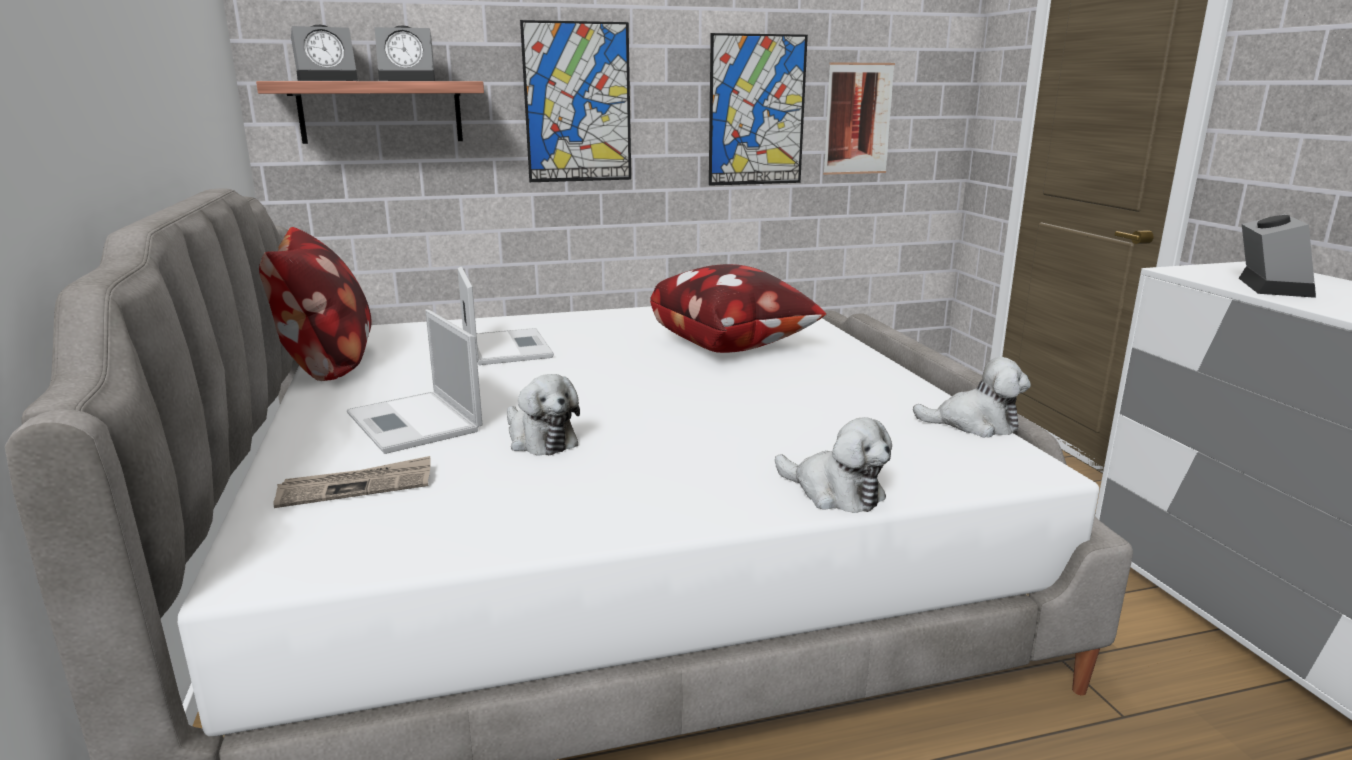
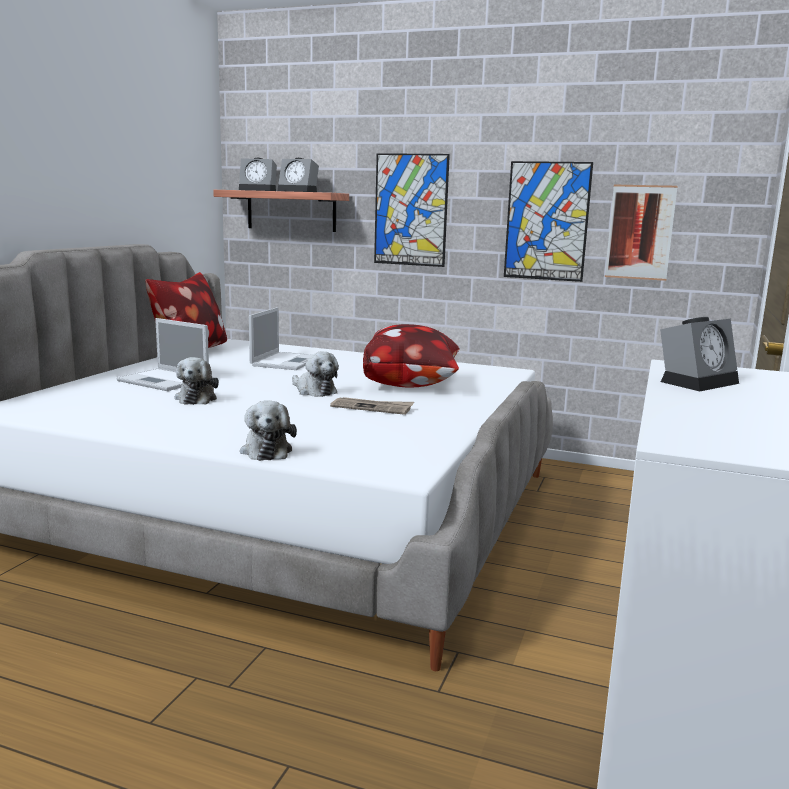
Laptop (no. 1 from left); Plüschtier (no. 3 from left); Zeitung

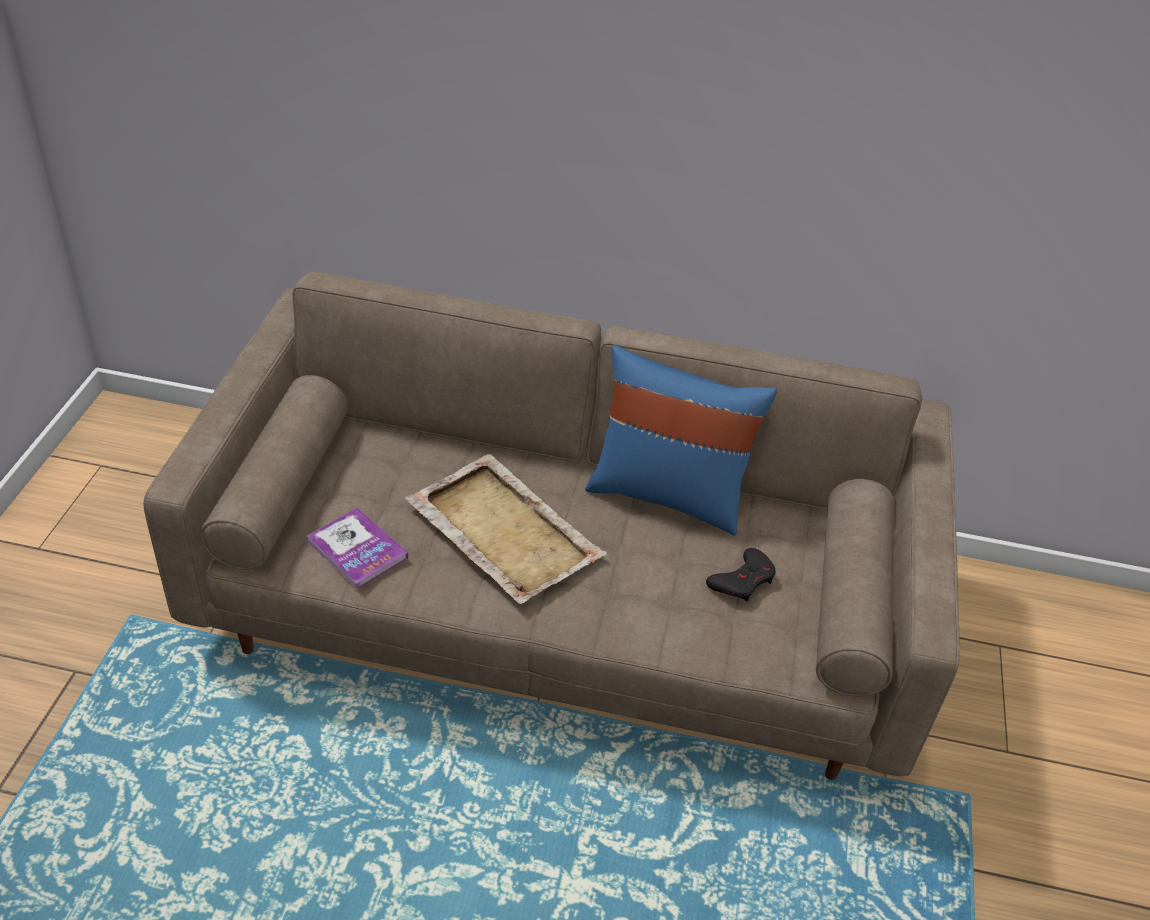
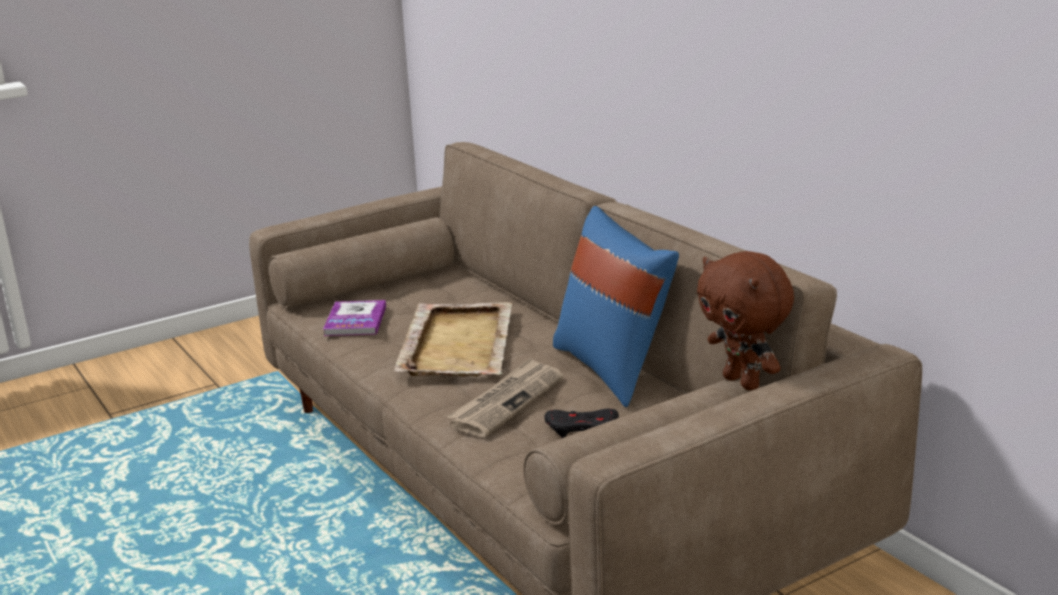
Zeitung; Plüschtier/braun

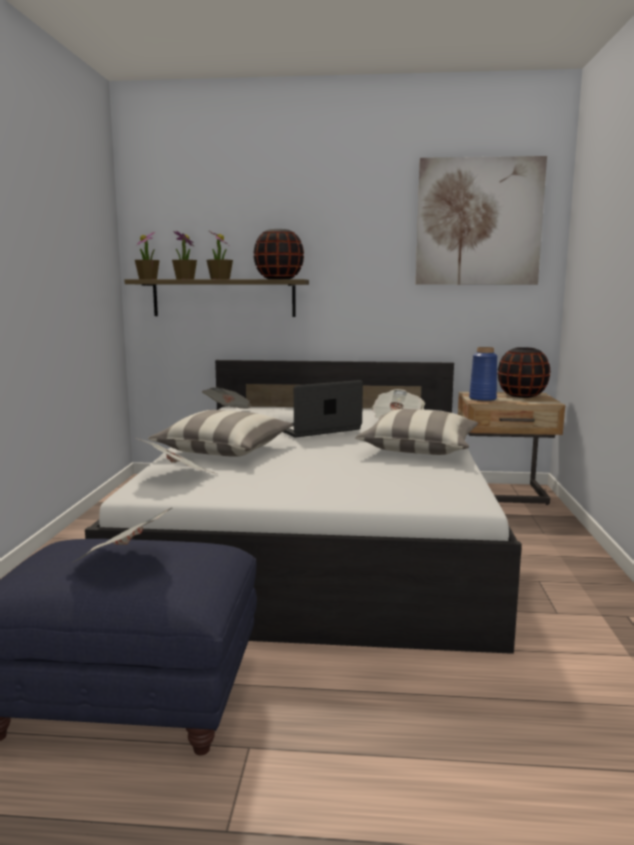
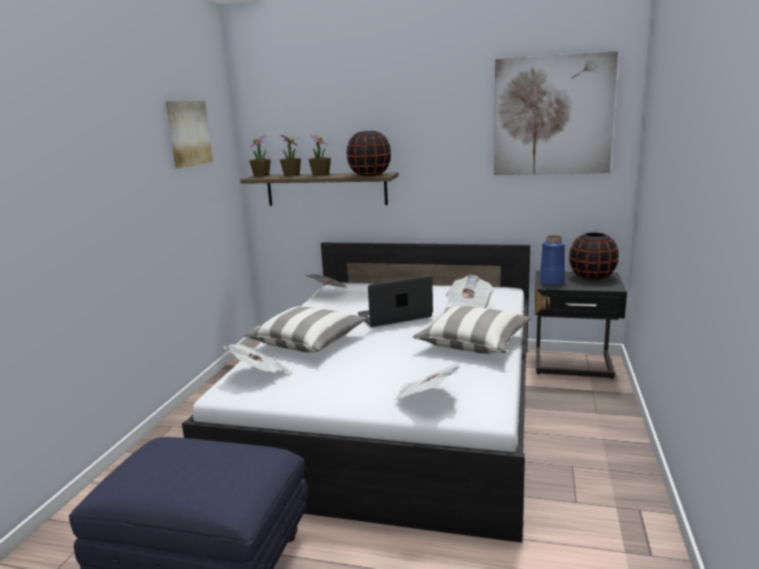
Bild (no. 1 from left); Zeitung (no. 3 from left); Nachttisch/schwarz

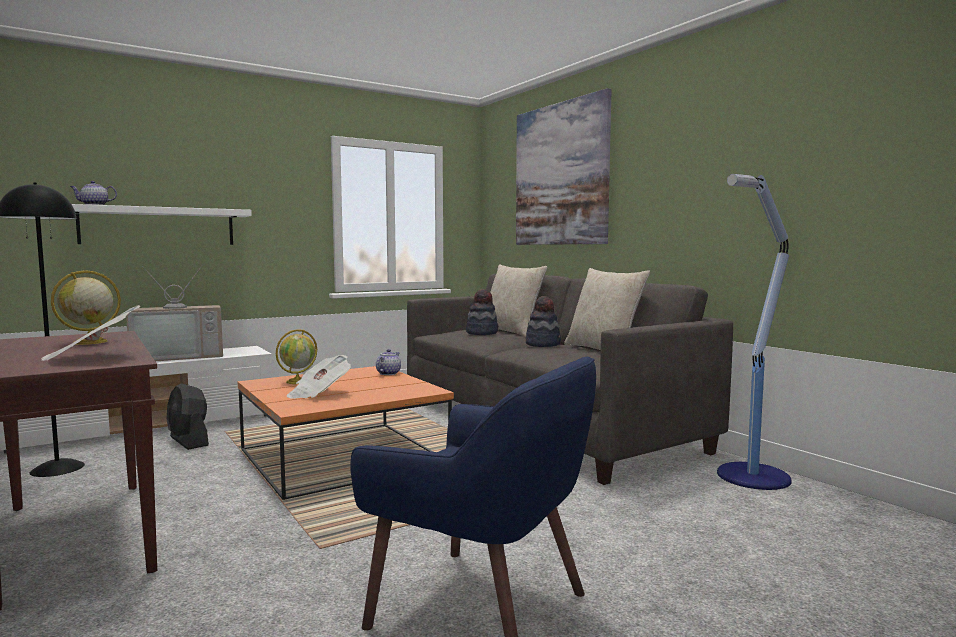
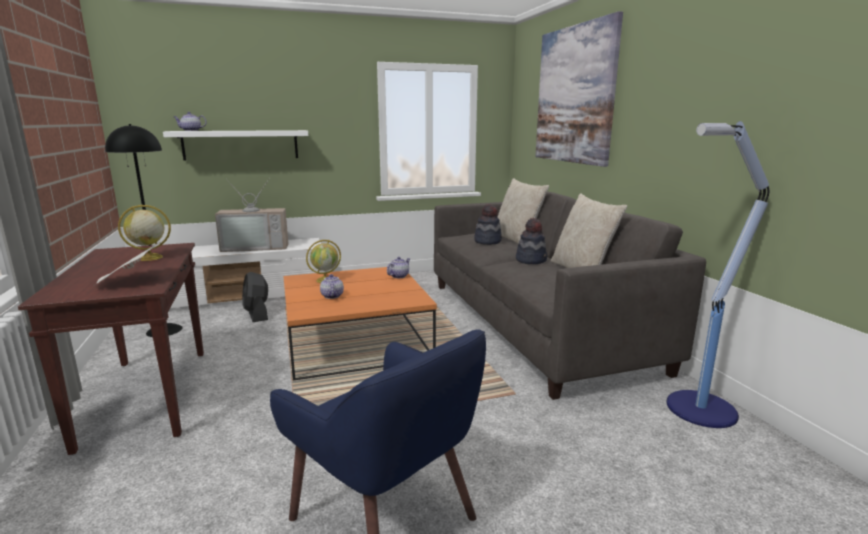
Teekanne (no. 2 from left)

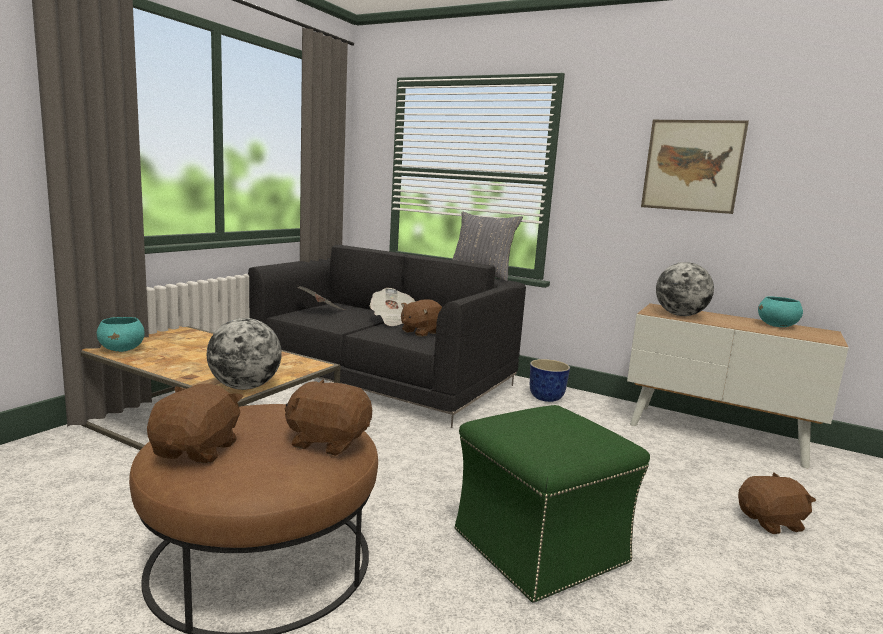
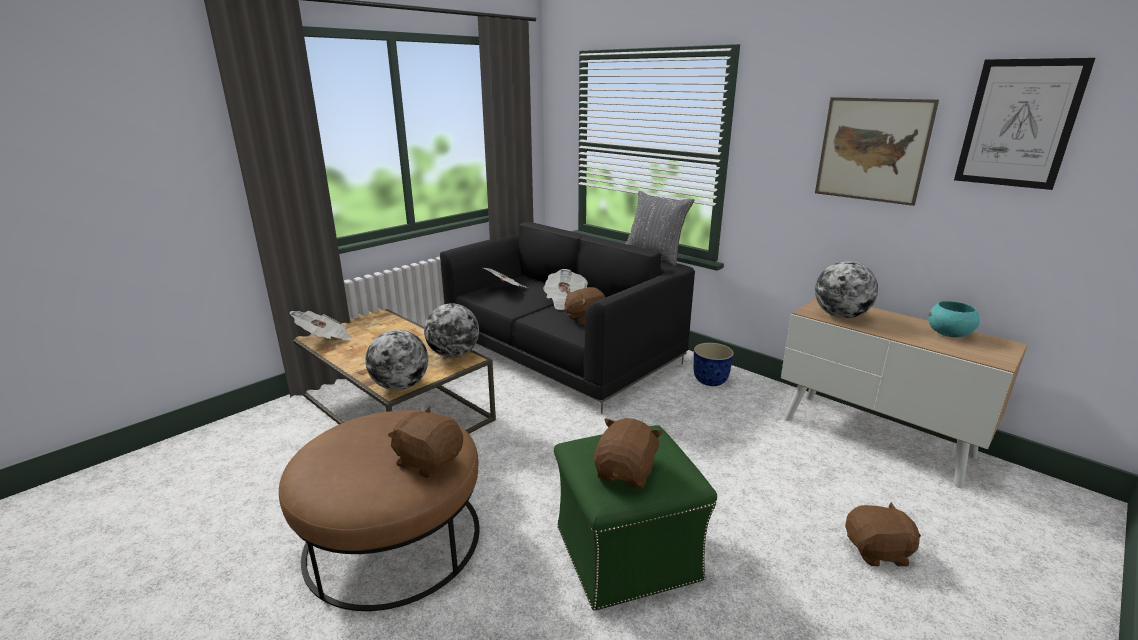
Zeitung (no. 1 from left); Globus (no. 2 from left); Plüschtier/braun (no. 3 from left); Bild (no. 2 from left)

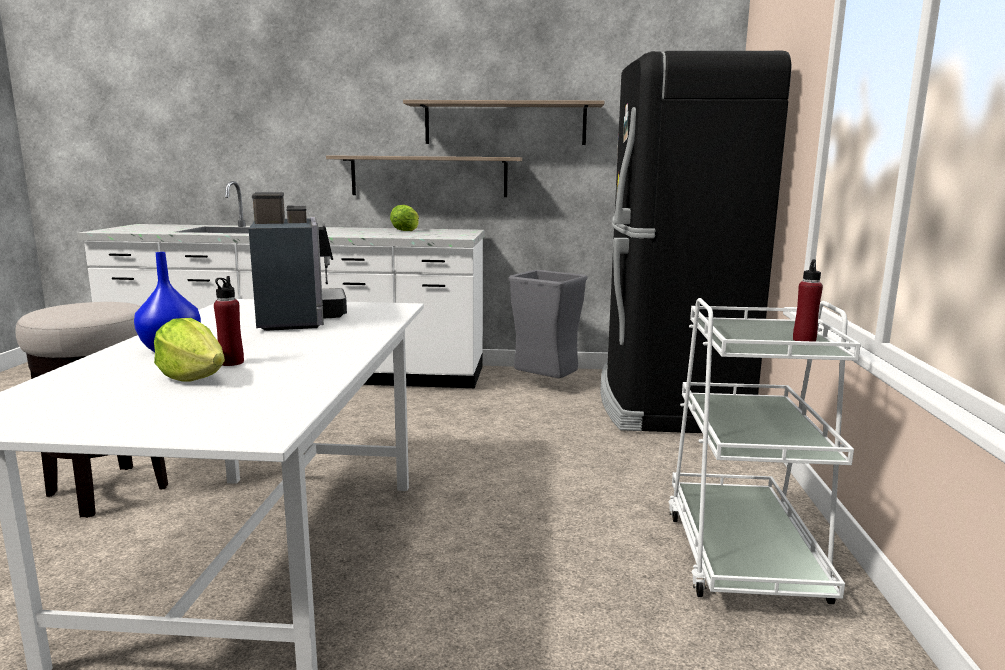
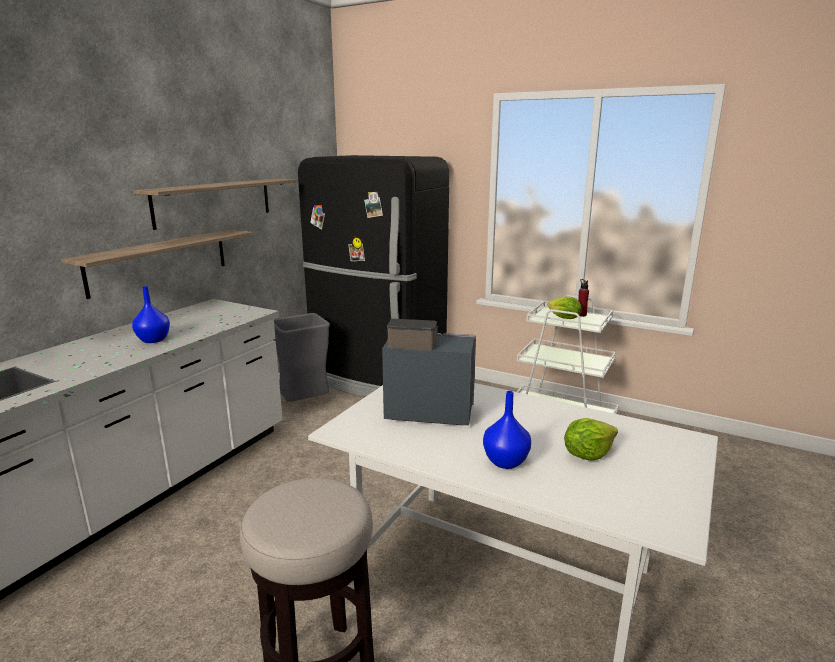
Vase/blau (no. 1 from left); Salatkopf (no. 1 from left); Flasche/rot (no. 1 from left in the first image)

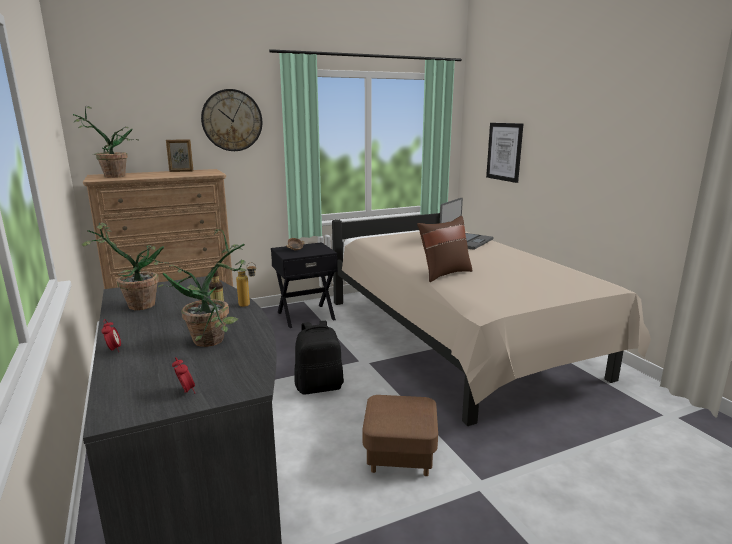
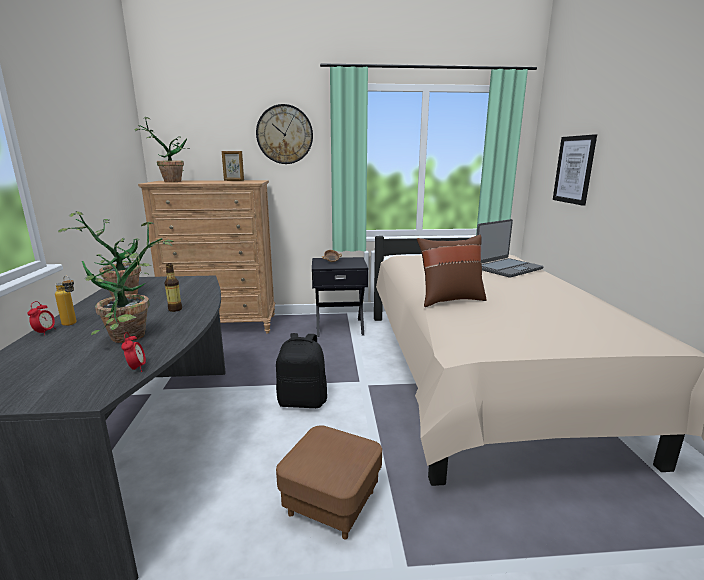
Flasche (no. 1 from left); Wecker (no. 2 from left)

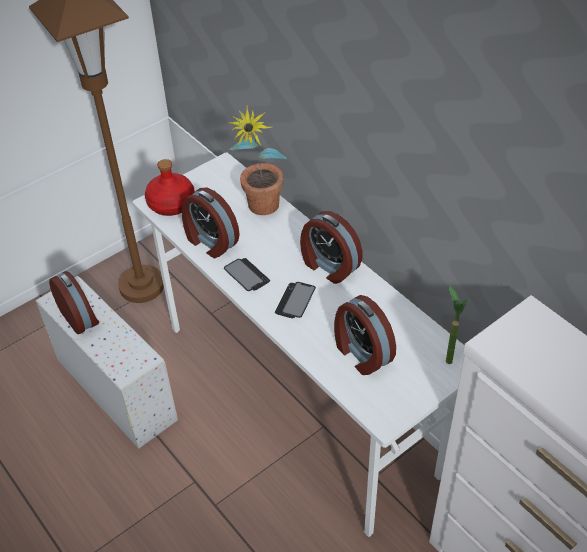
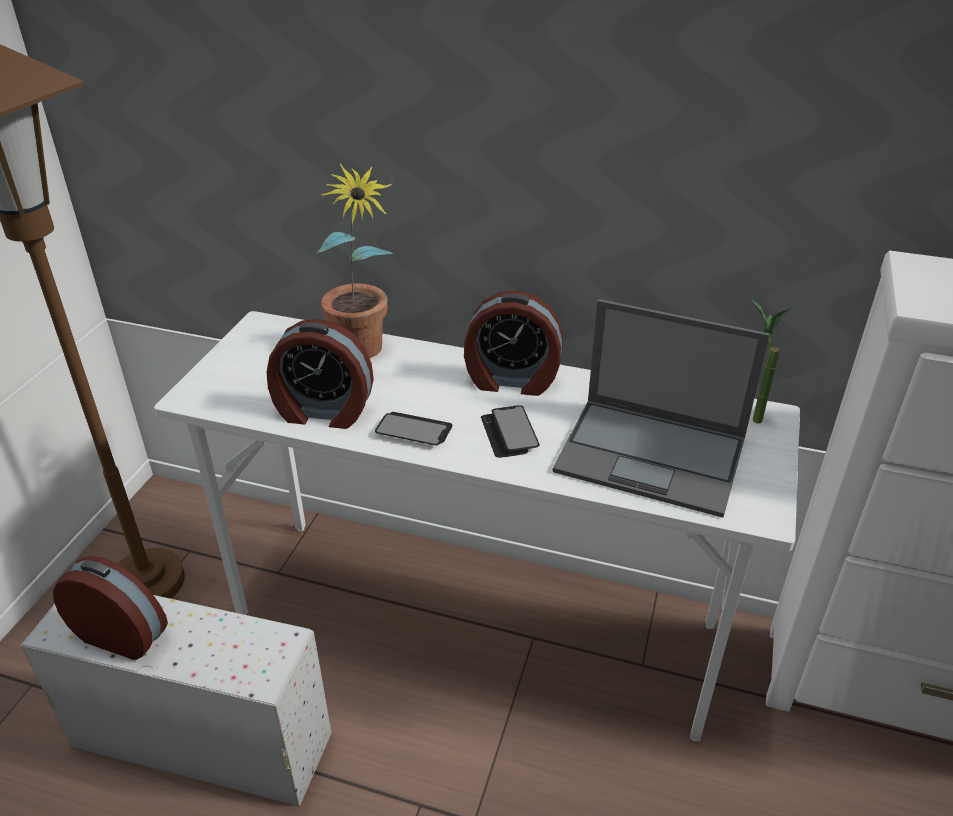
Laptop; Flasche/rot

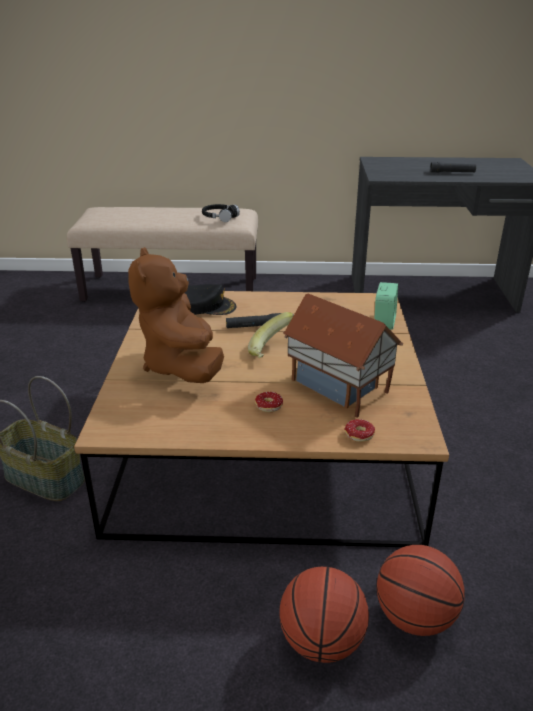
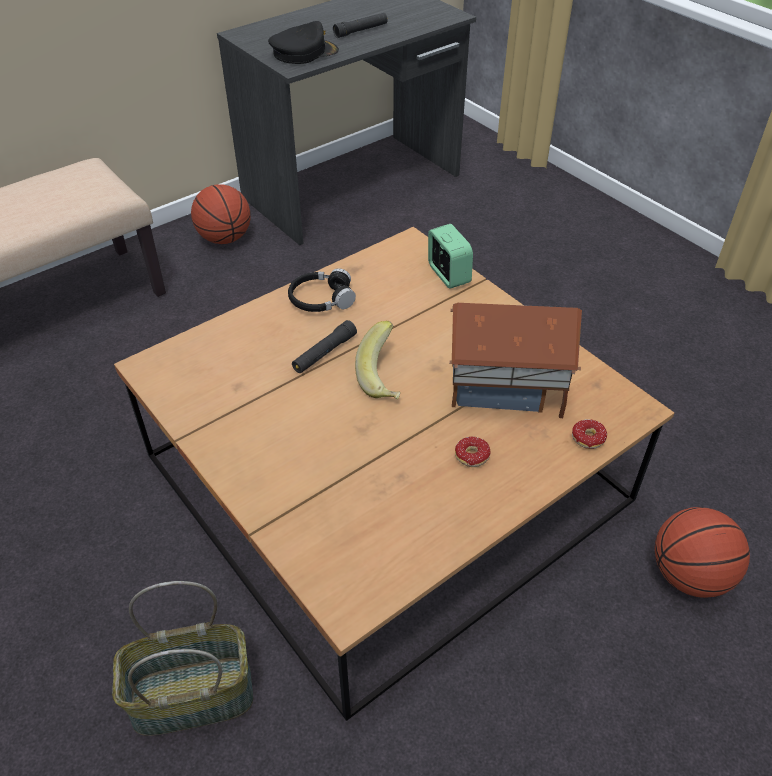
Basketball (no. 1 from left); Kappe/schwarz; Kopfhörer/schwarz; Plüschtier/braun

